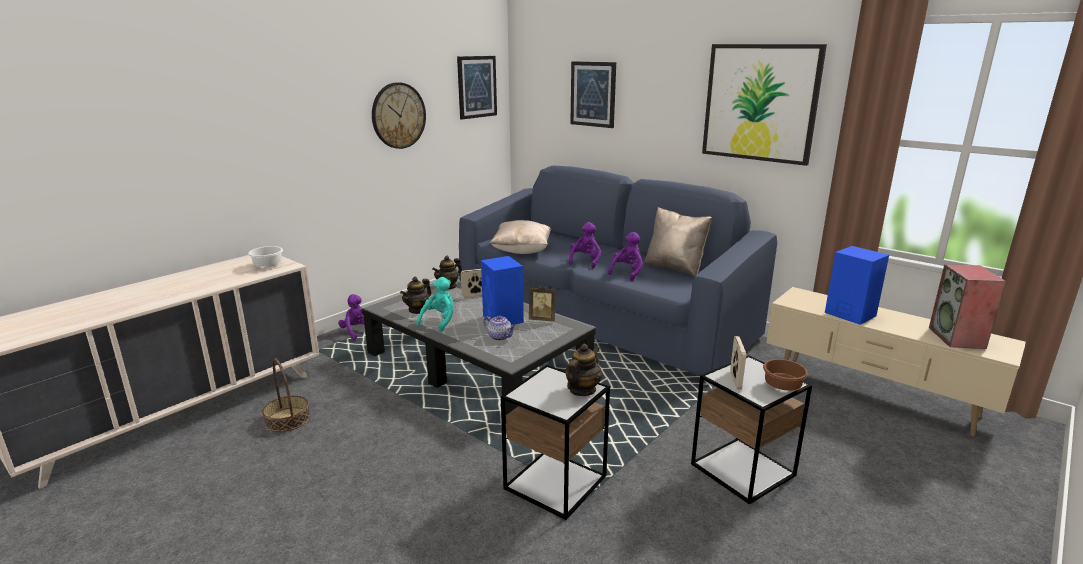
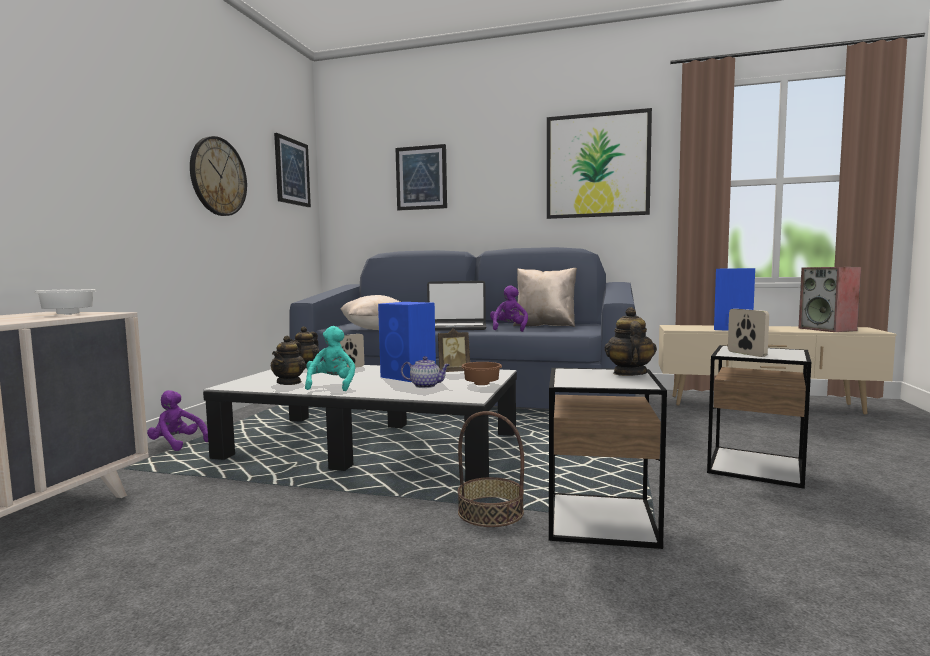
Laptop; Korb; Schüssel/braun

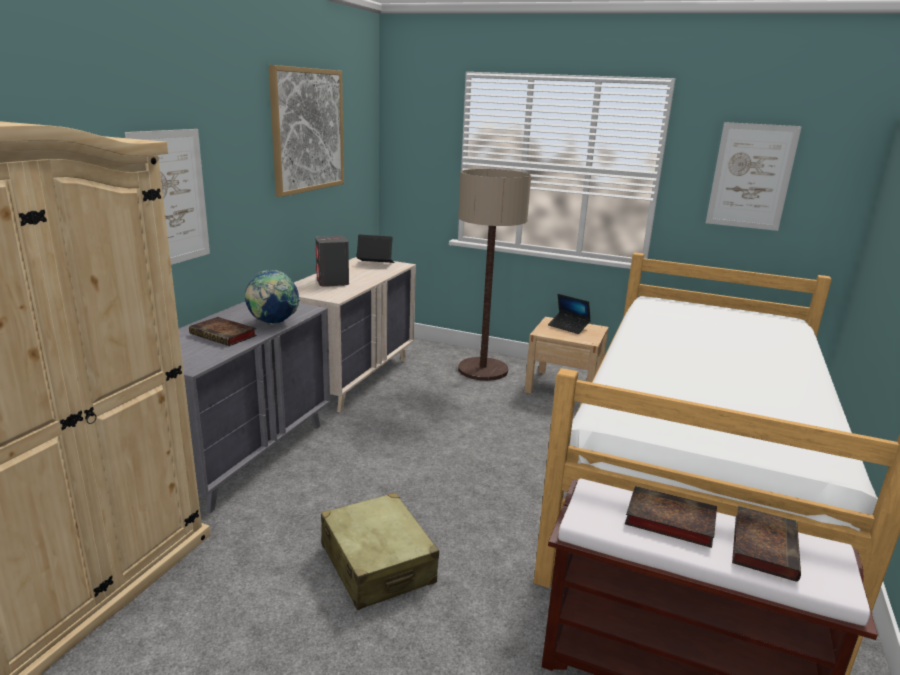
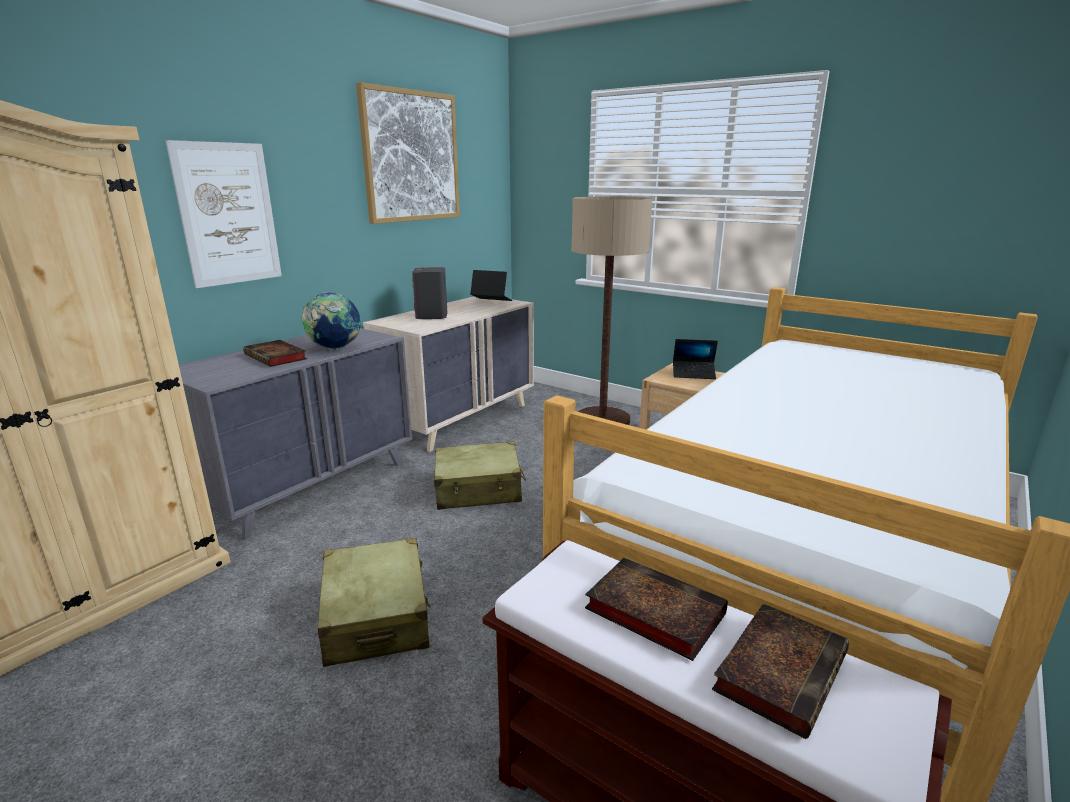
Koffer/beige (no. 2 from left); Laptop (no. 2 from left); Bild (no. 3 from left in the first image)

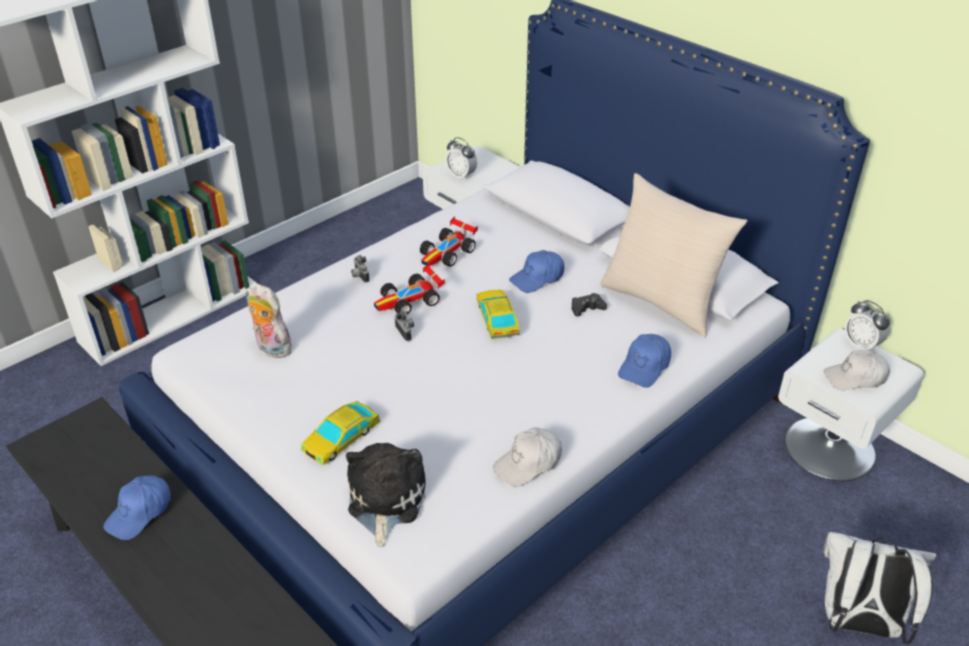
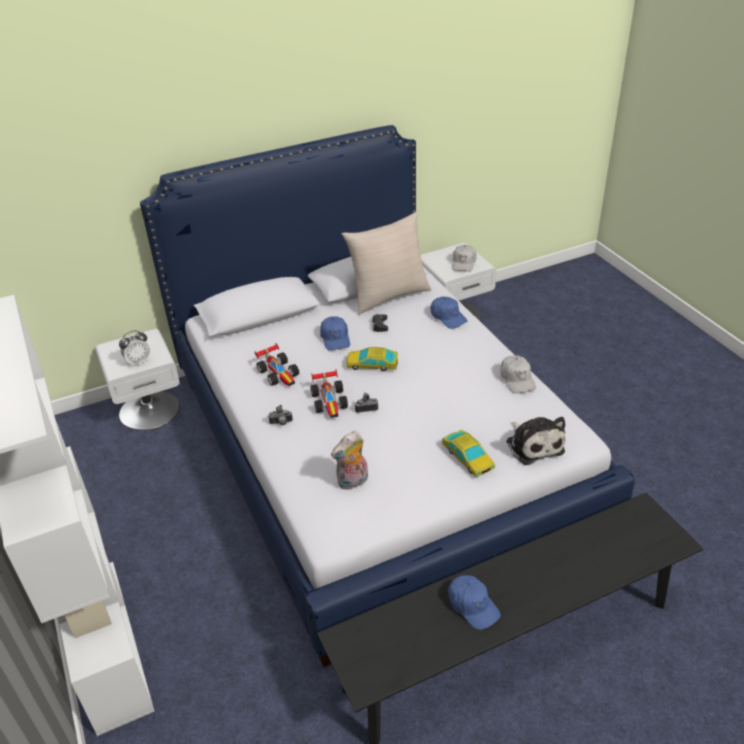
Plüschtier (no. 2 from left); Rucksack/weiß; Wecker (no. 2 from left in the first image)

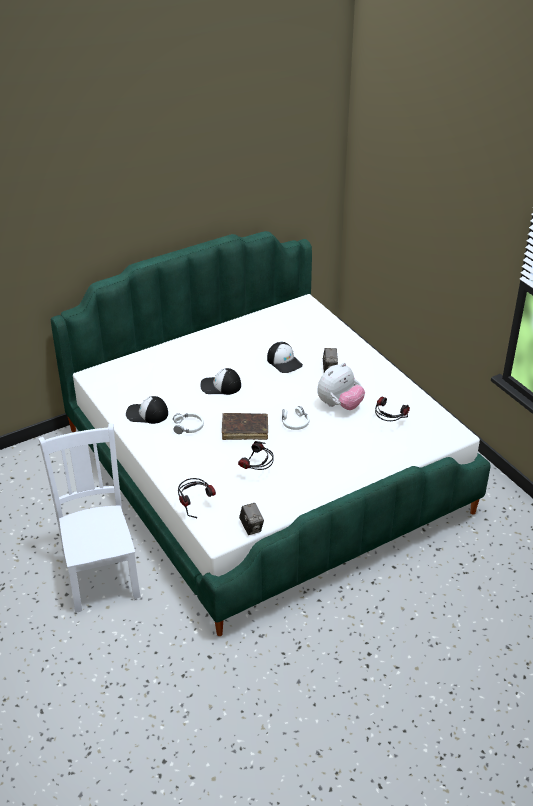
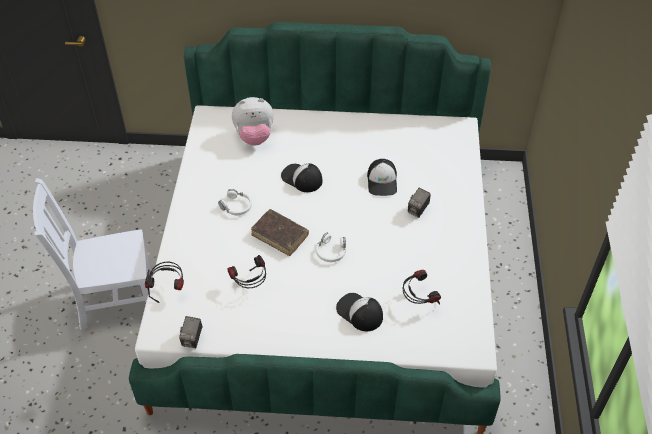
Stuhl/weiß; Plüschtier; Kappe (no. 2 from left)

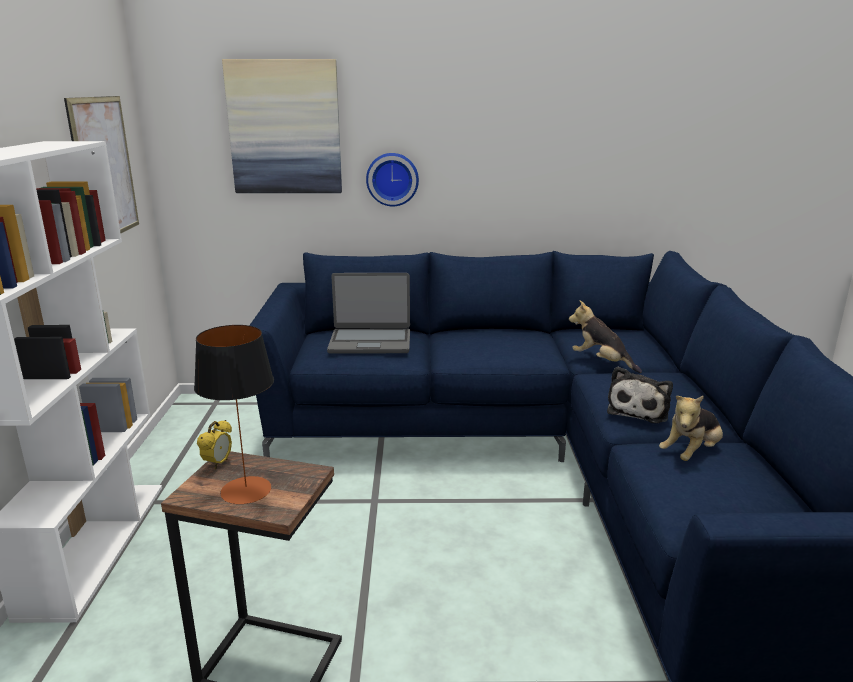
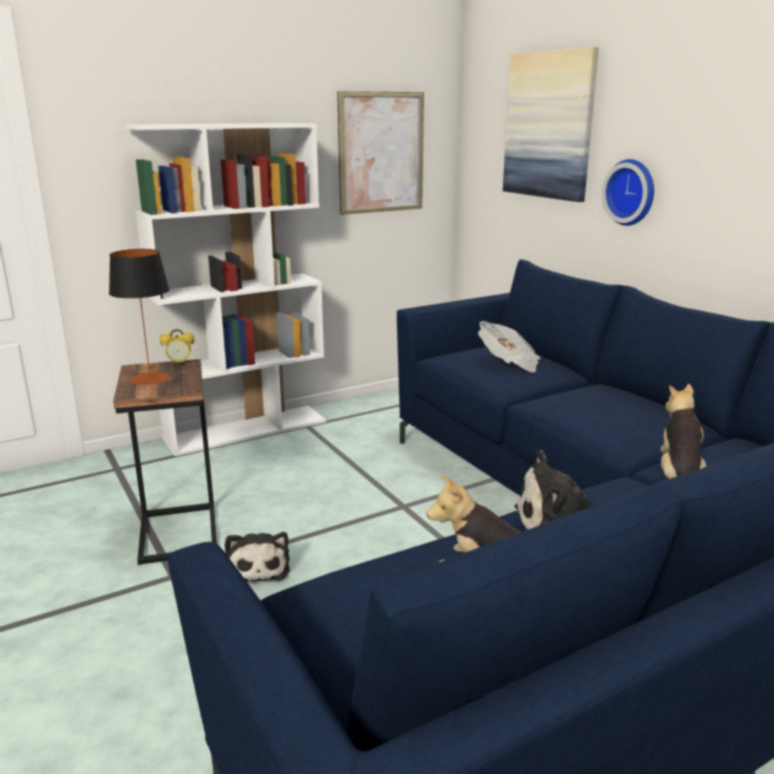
Plüschtier (no. 1 from left); Zeitung

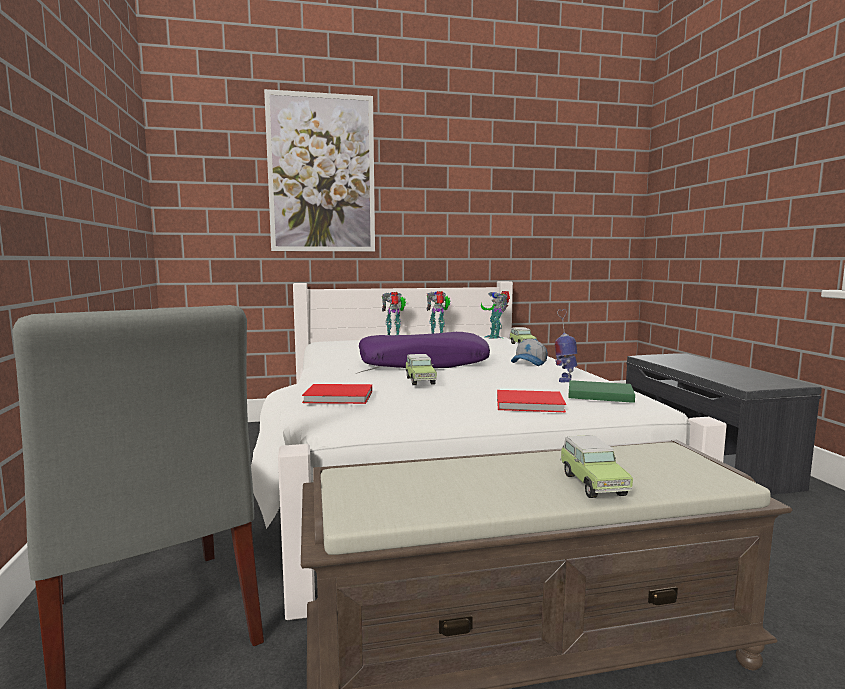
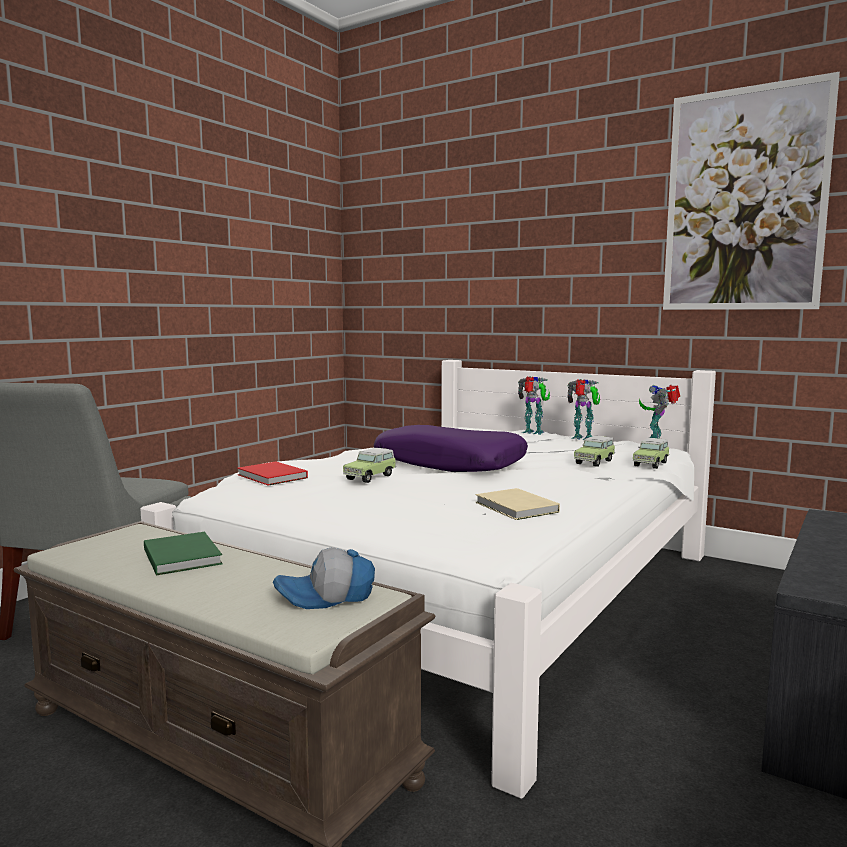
Buch/grün; Kappe; Buch/beige; Spielzeugauto (no. 2 from left); Bild; Buch/rot (no. 2 from left in the first image)

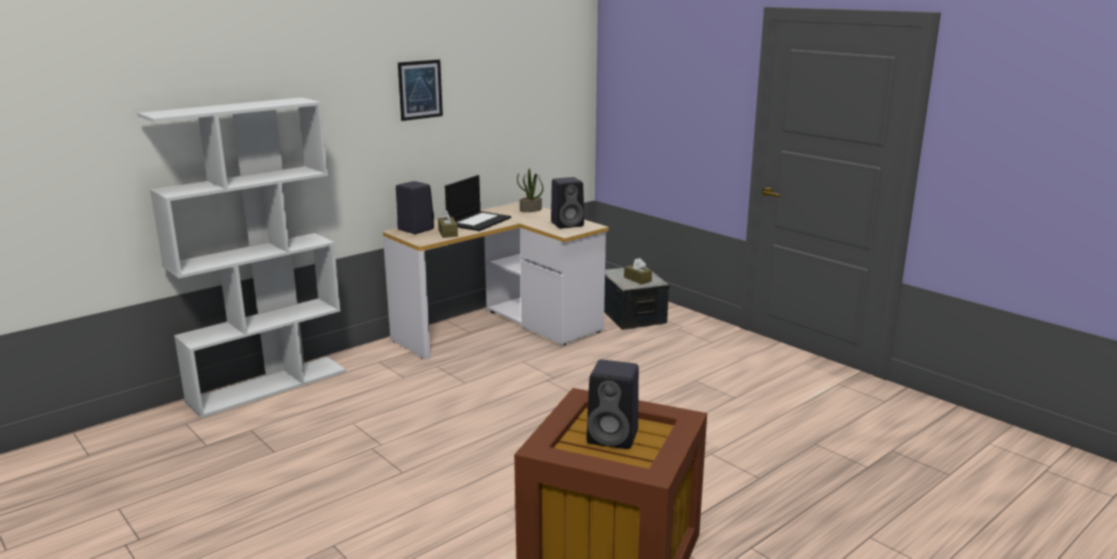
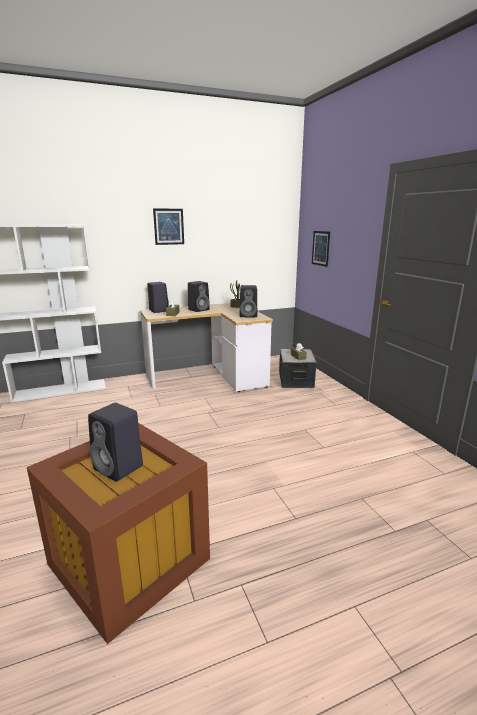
Lautsprecher/schwarz (no. 3 from left); Bild (no. 2 from left)

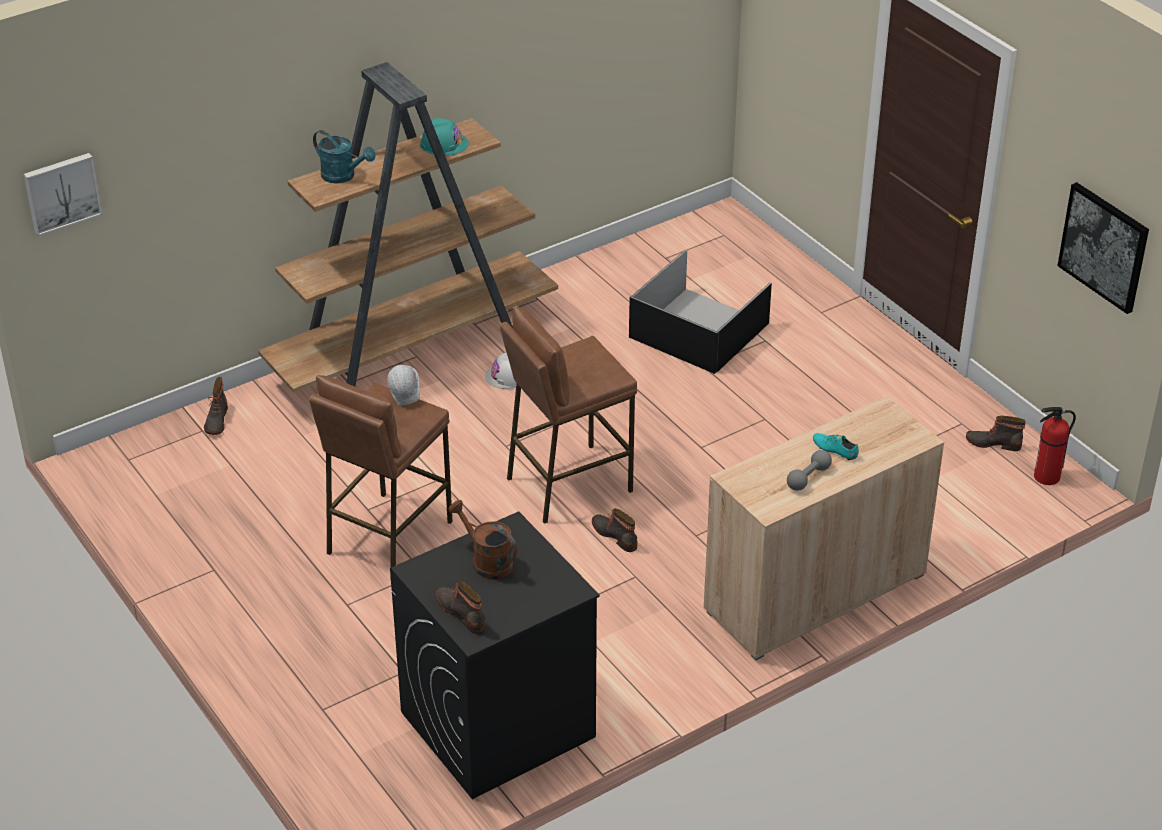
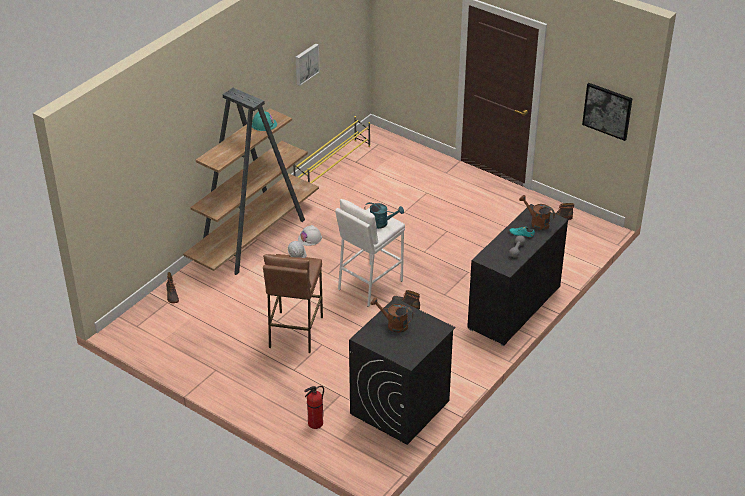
Schuhregal/gelb; Bild (no. 1 from left); Feuerlöscher; Hocker/weiß; Gießkanne/türkis; Schrank/schwarz; Gießkanne/braun (no. 2 from left); Stiefel (no. 2 from left in the first image); Aufbewahrungsbox/schwarz

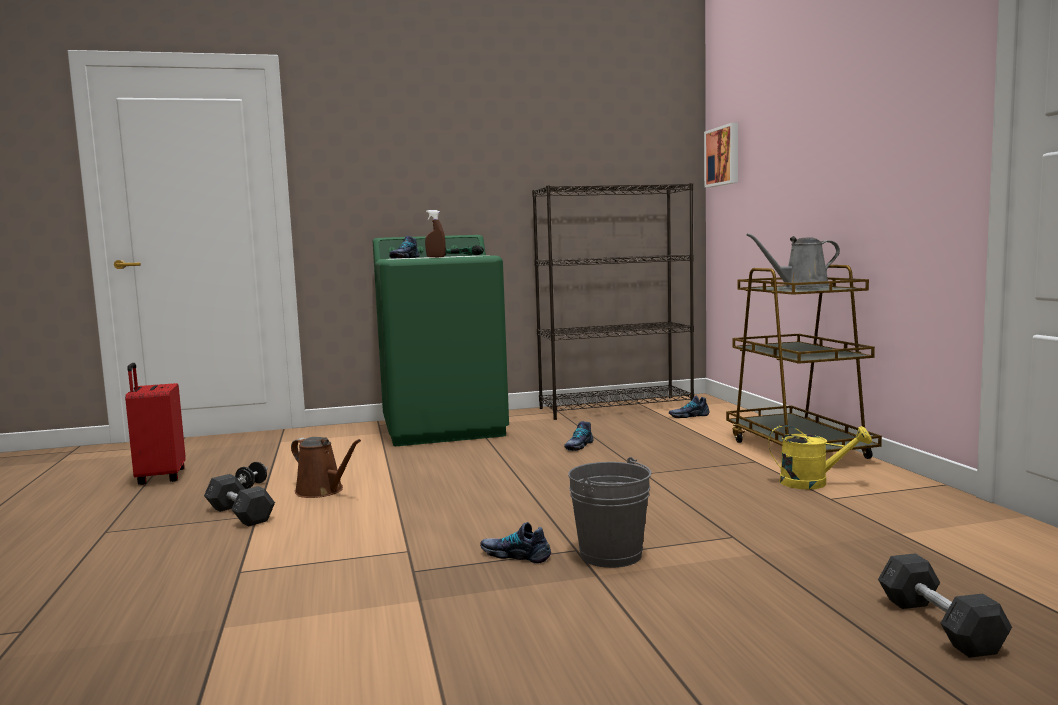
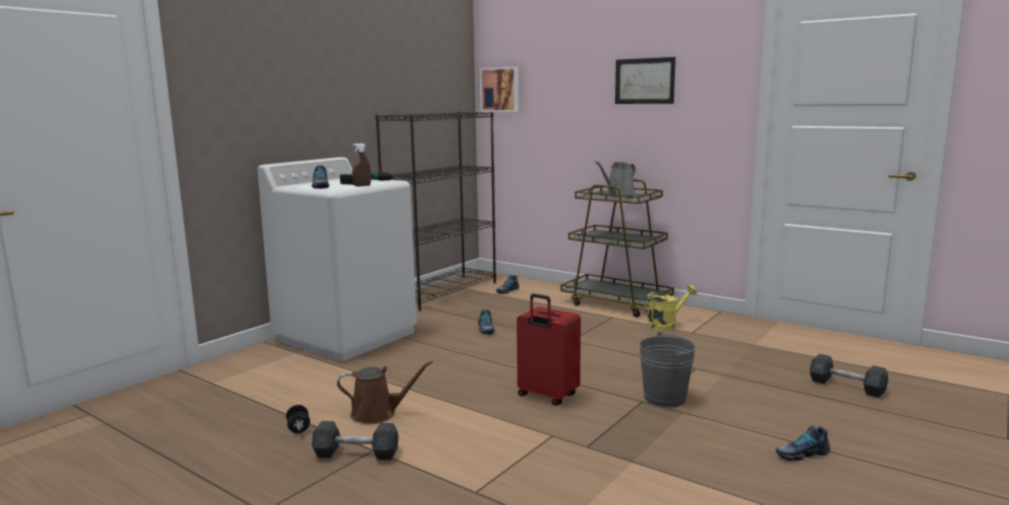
Waschmaschine/weiß; Koffer/rot; Bild (no. 2 from left); Schuh (no. 4 from left)

